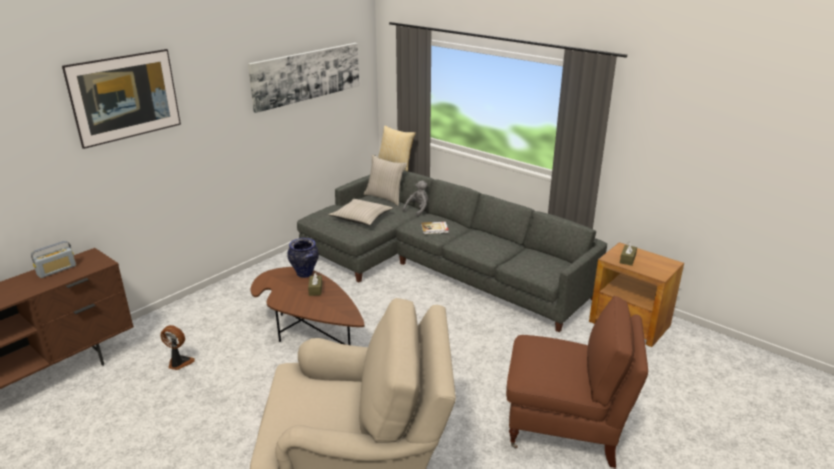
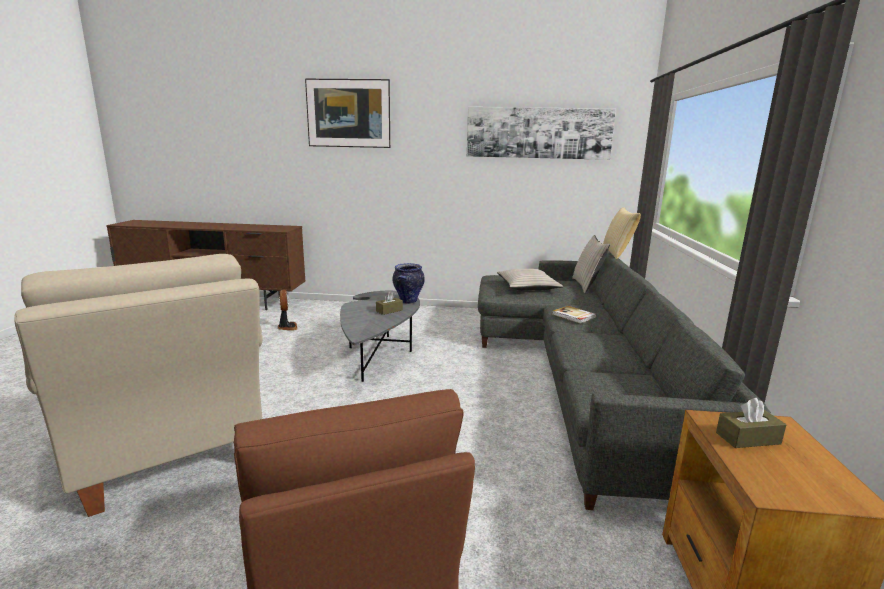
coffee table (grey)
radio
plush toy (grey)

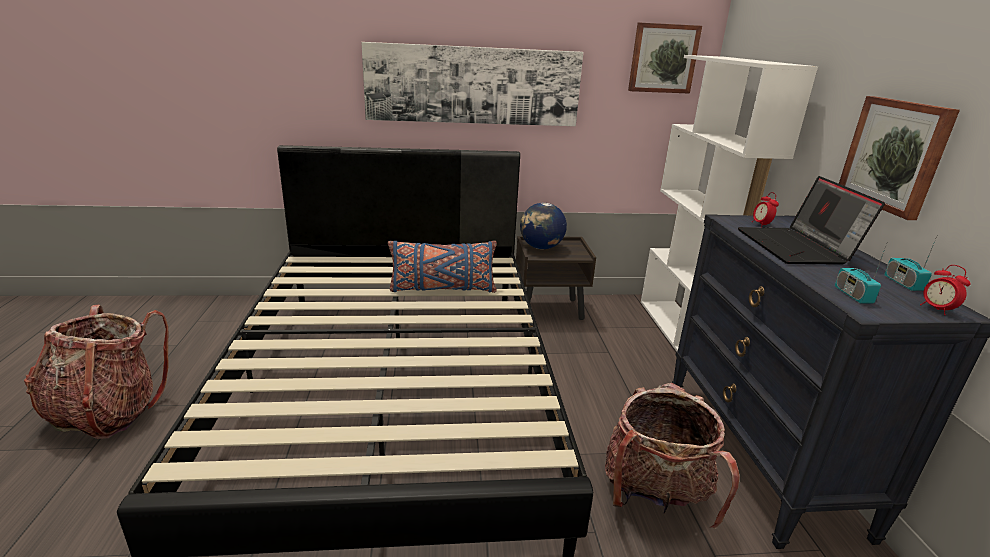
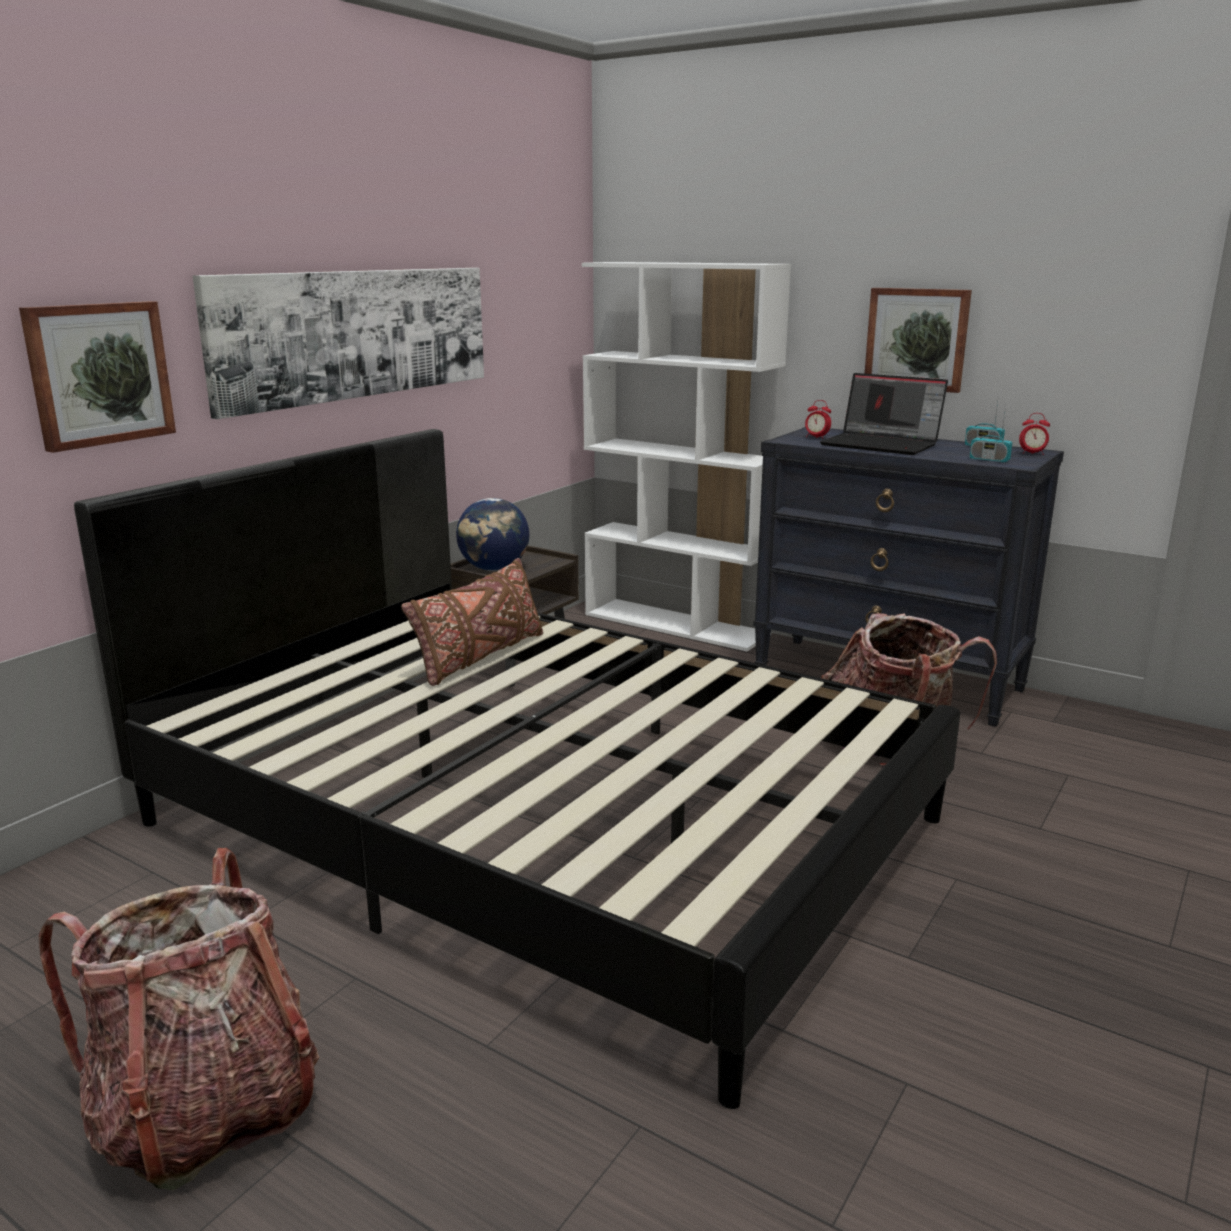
picture (no. 1 from left)
pillow (brown)

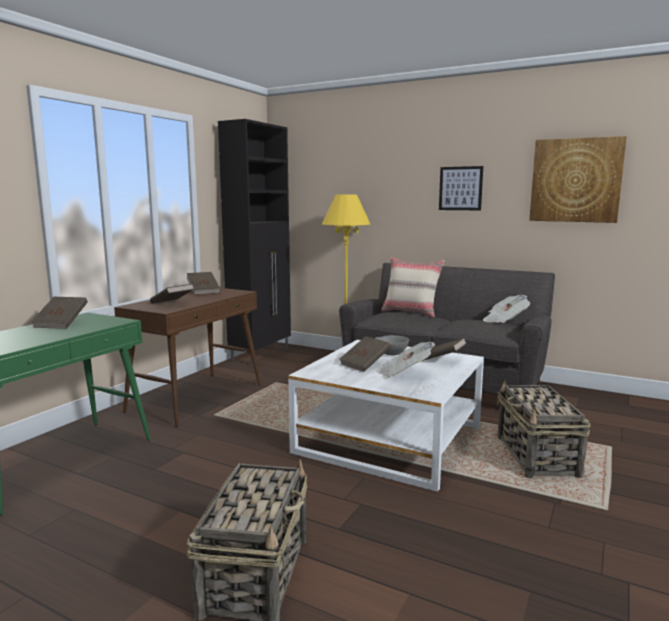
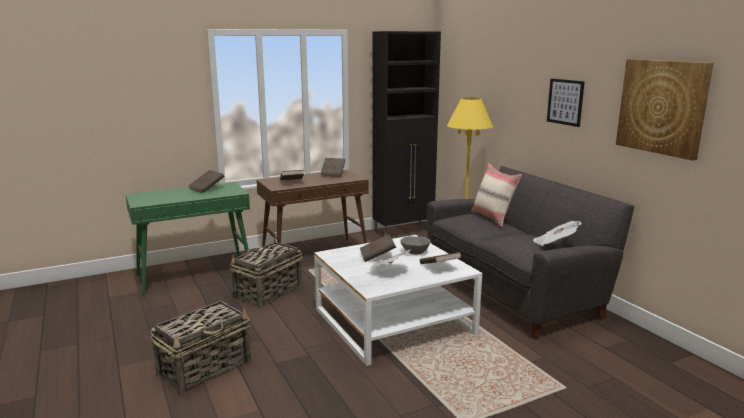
basket (no. 2 from left)

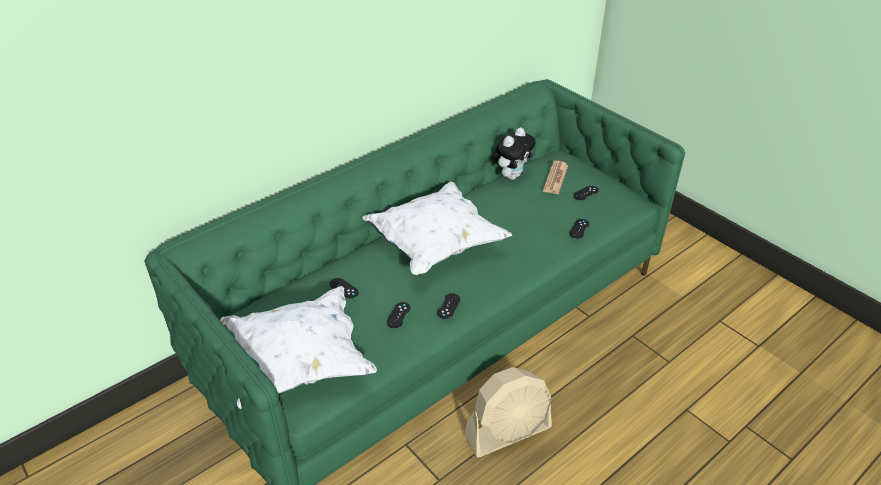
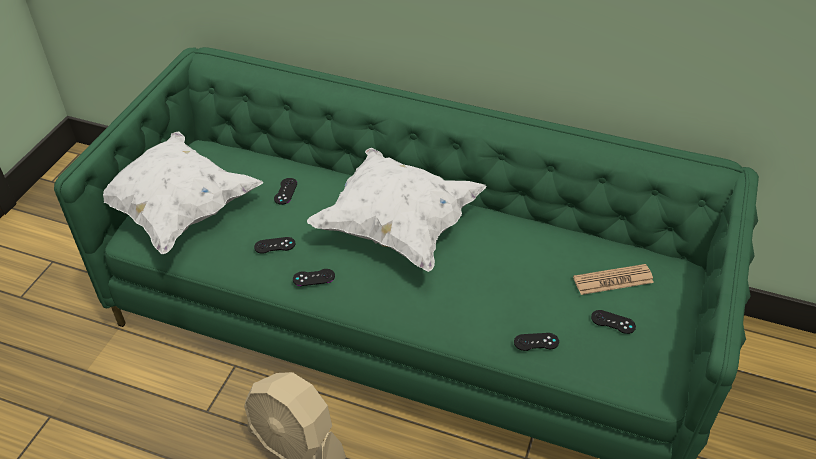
plush toy

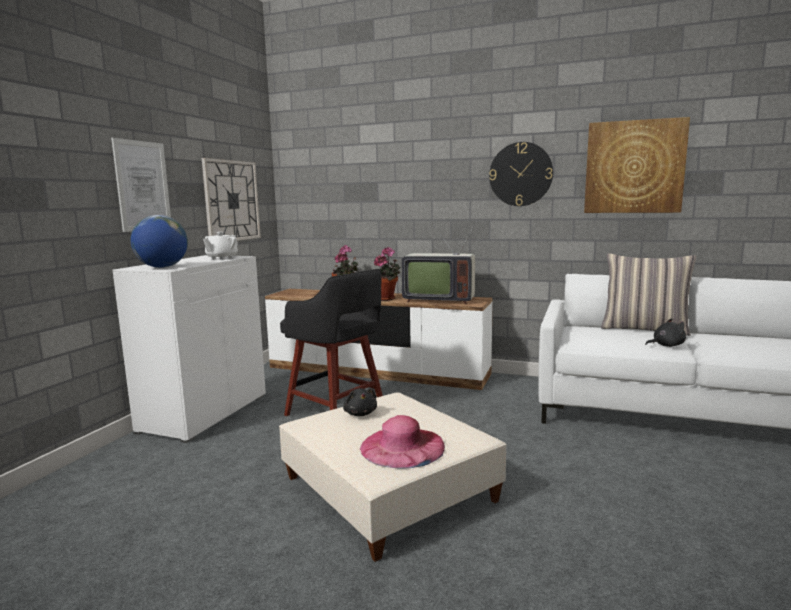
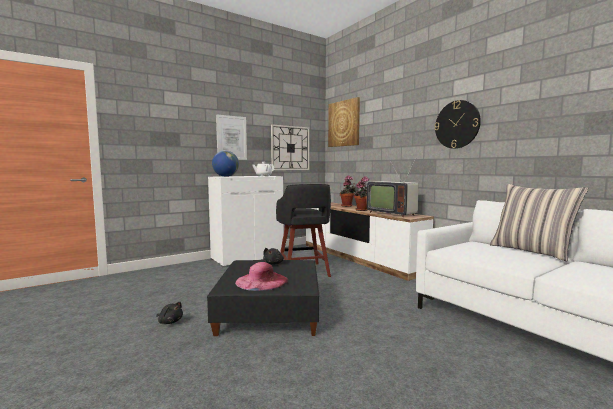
plush toy (black) (no. 1 from left)
ottoman (black)
picture (no. 2 from left)

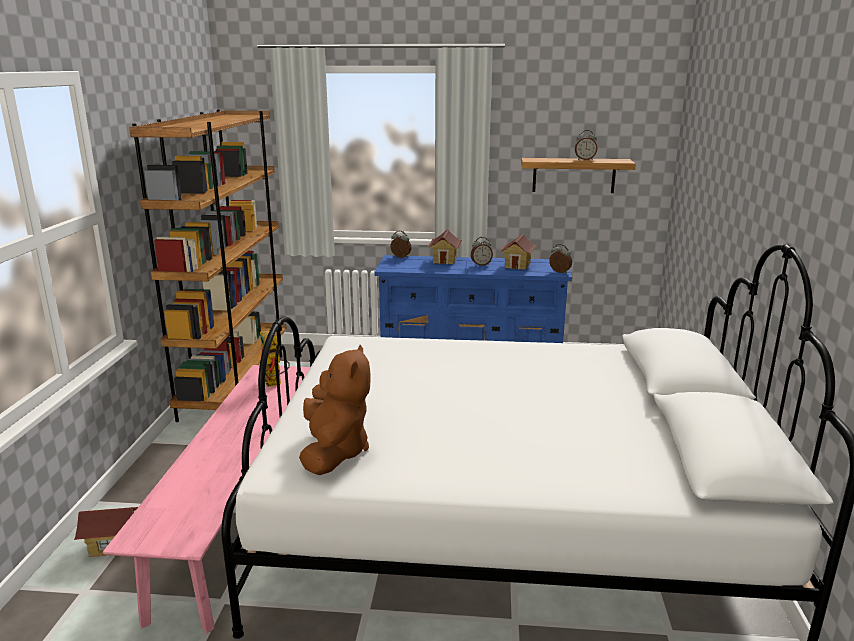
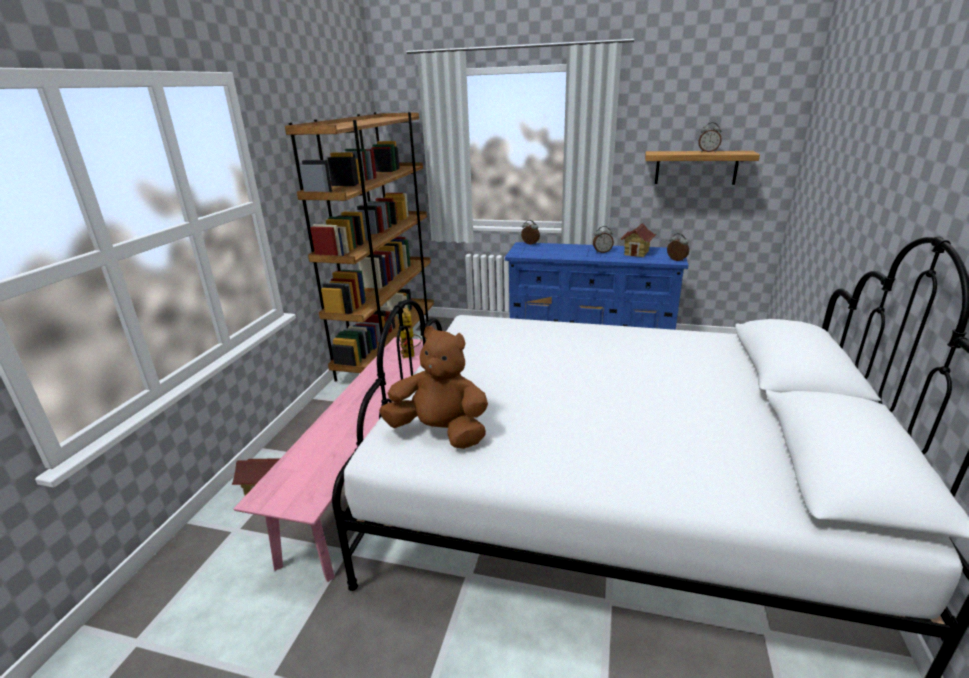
plush toy (brown)
toy house (no. 2 from left in the first image)

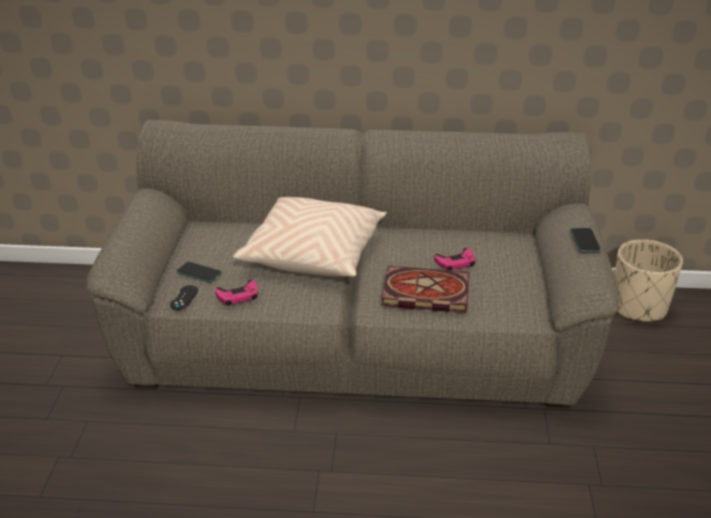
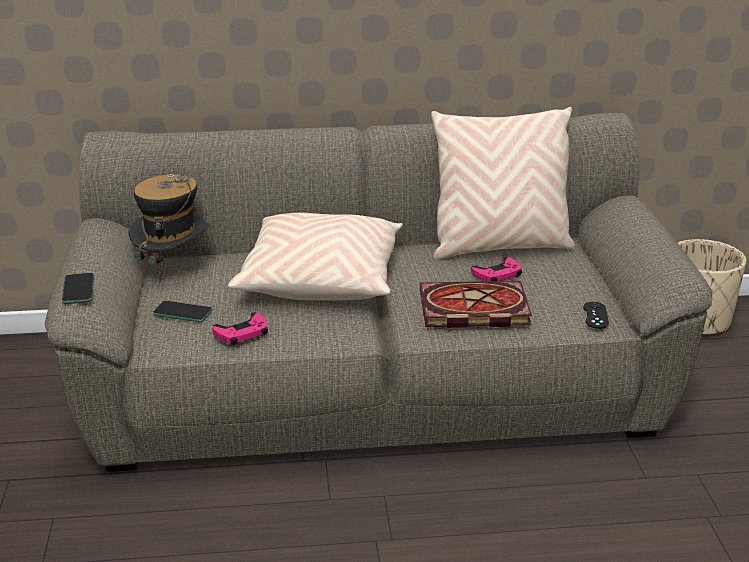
phone (no. 1 from left)
hat
pillow (beige) (no. 2 from left)
game controller (black)

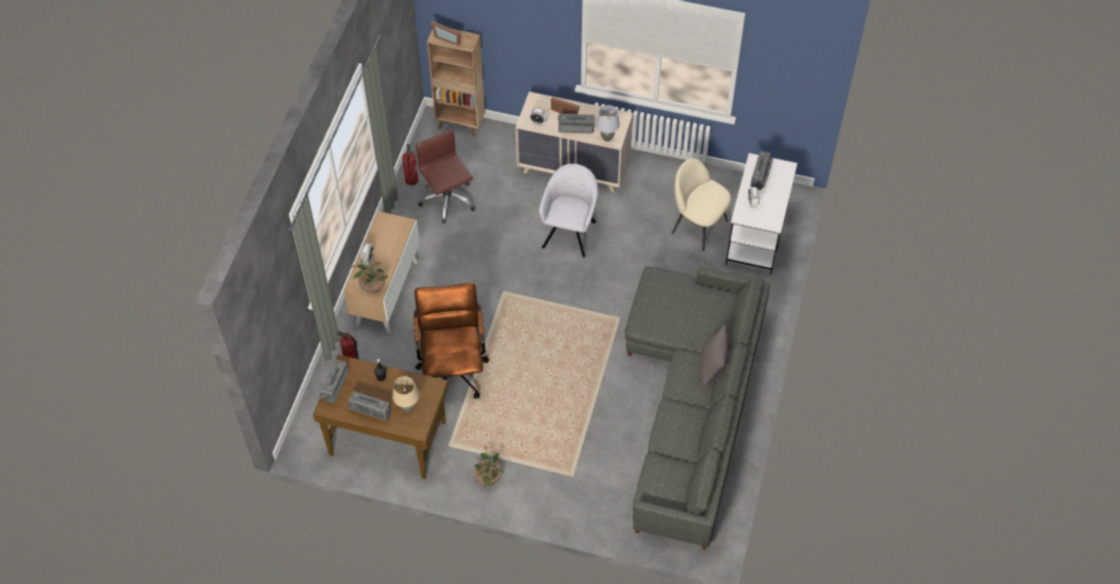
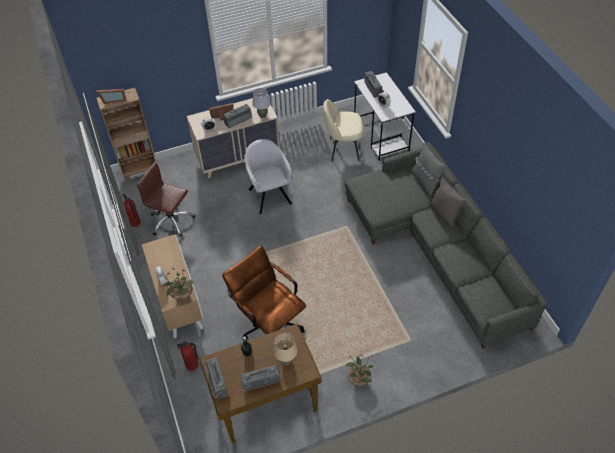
pillow (grey) (no. 1 from left)

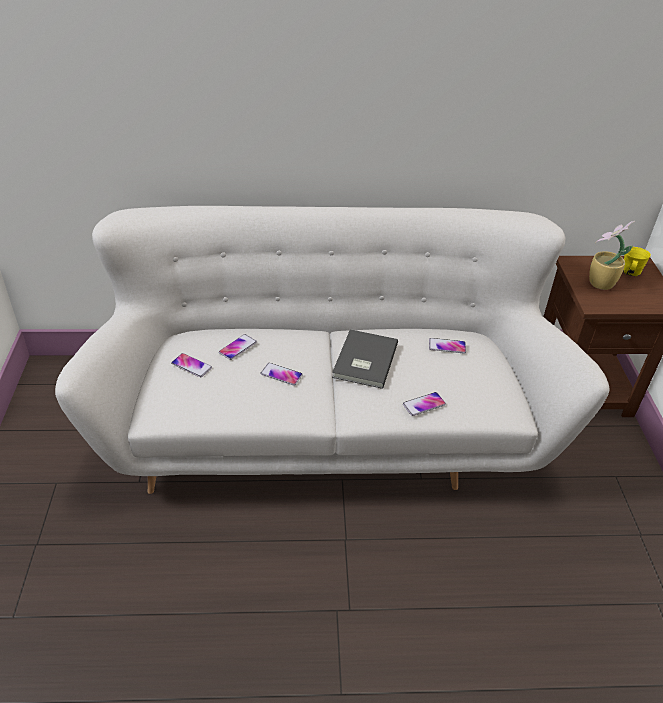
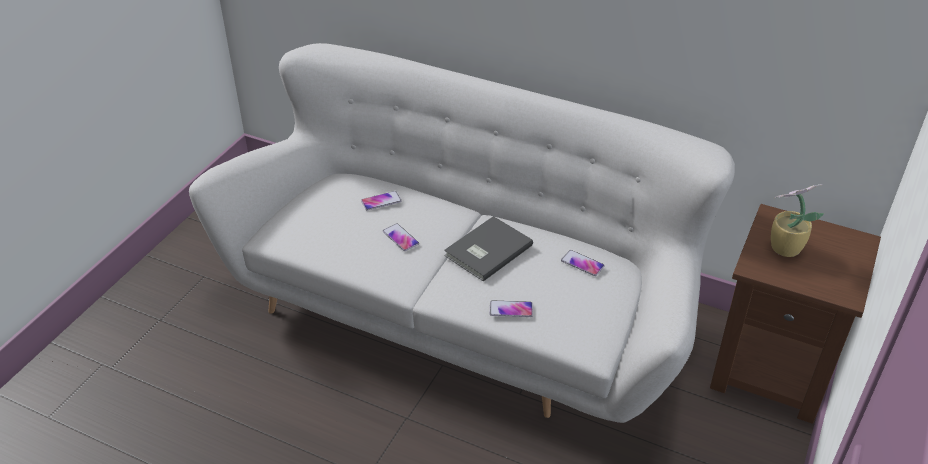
phone (no. 1 from left in the first image)
mug (yellow)

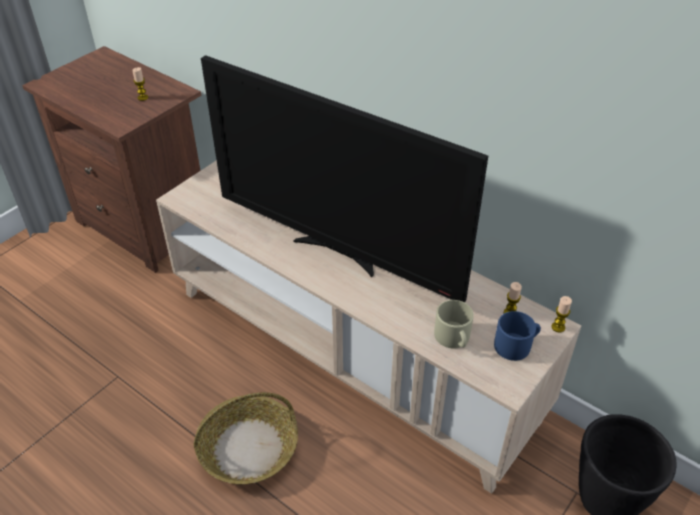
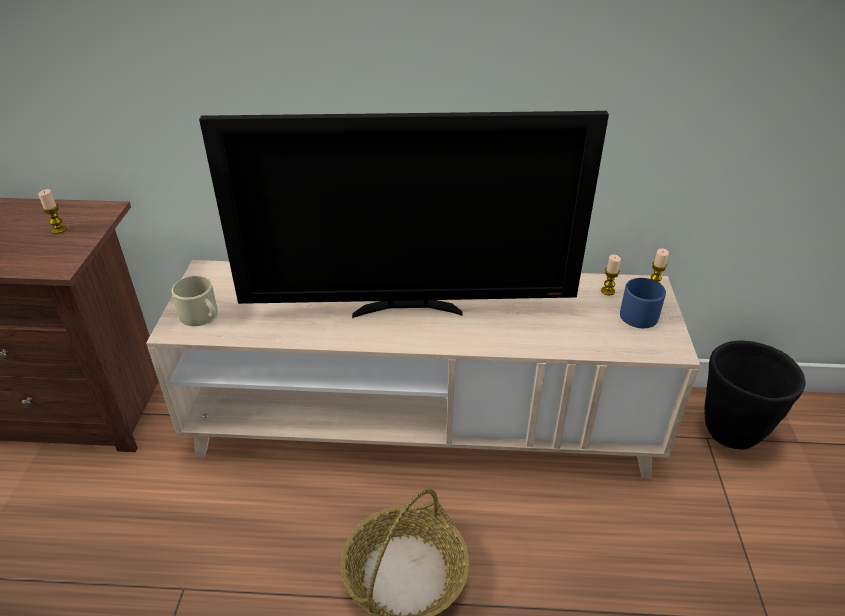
mug (beige)

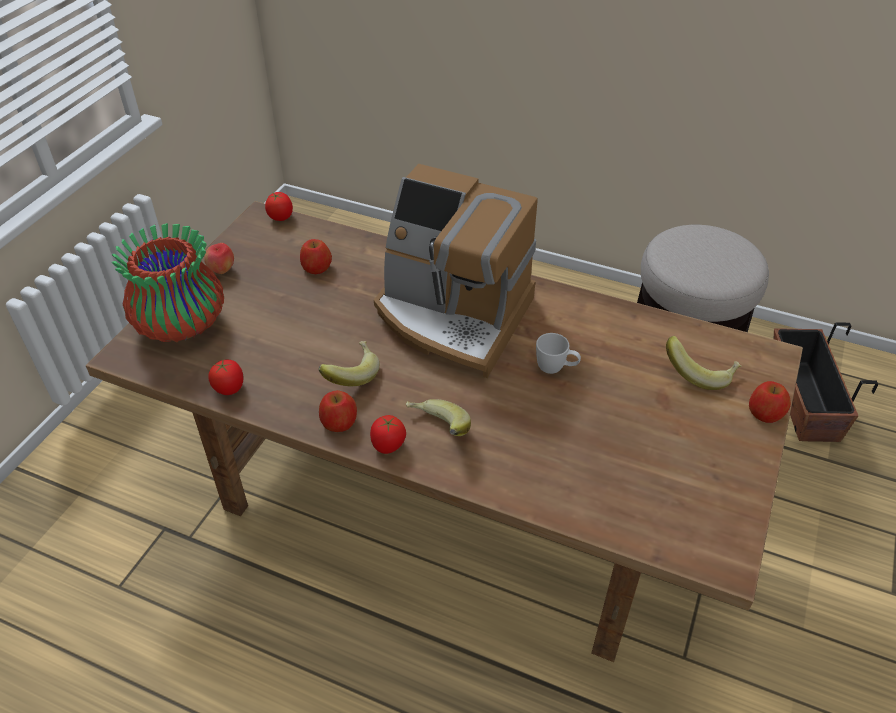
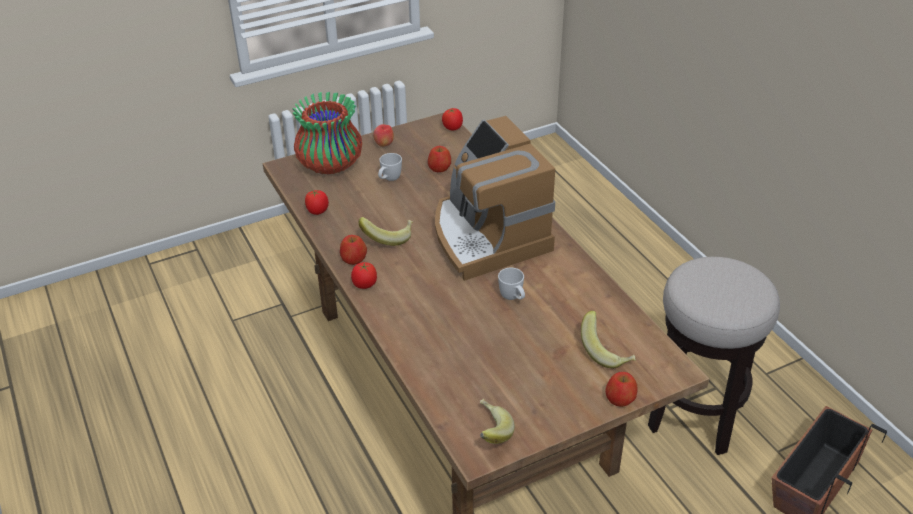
mug (white) (no. 1 from left)
banana (no. 2 from left)

